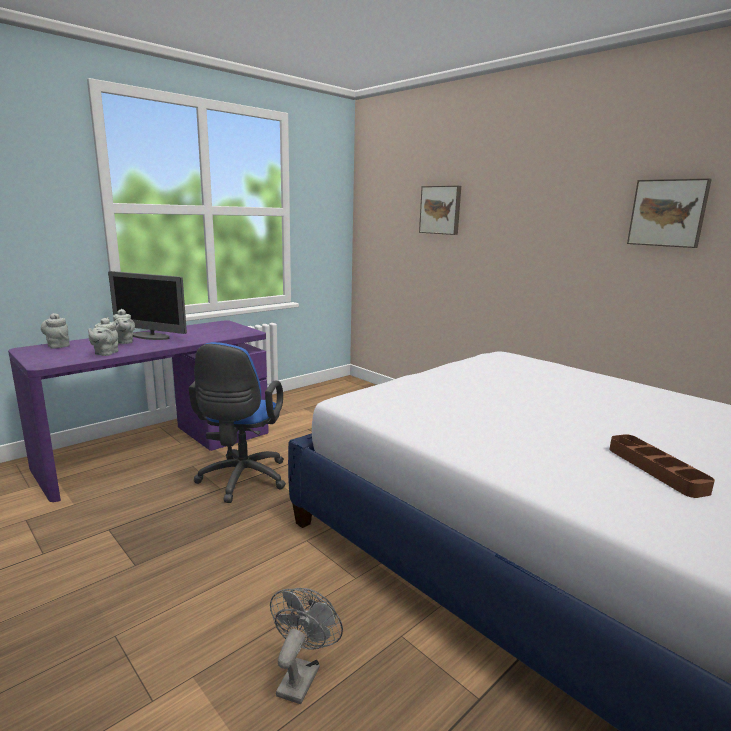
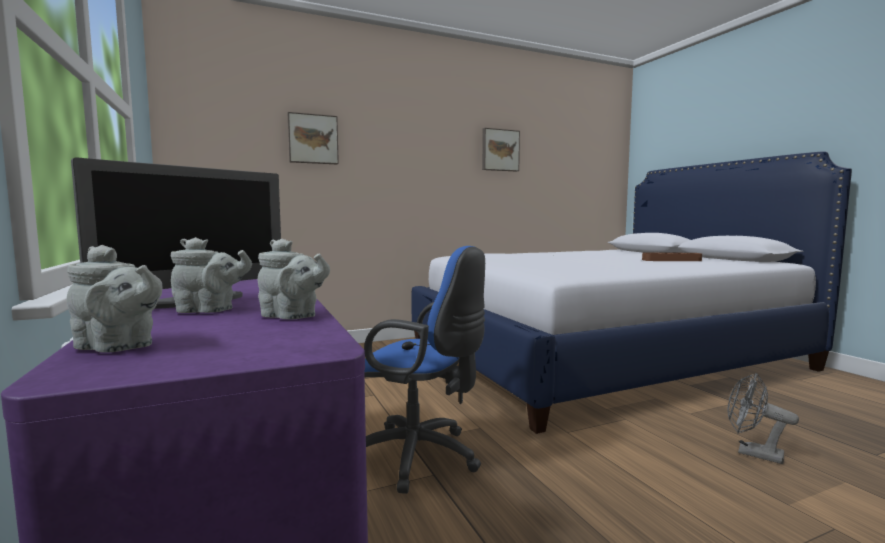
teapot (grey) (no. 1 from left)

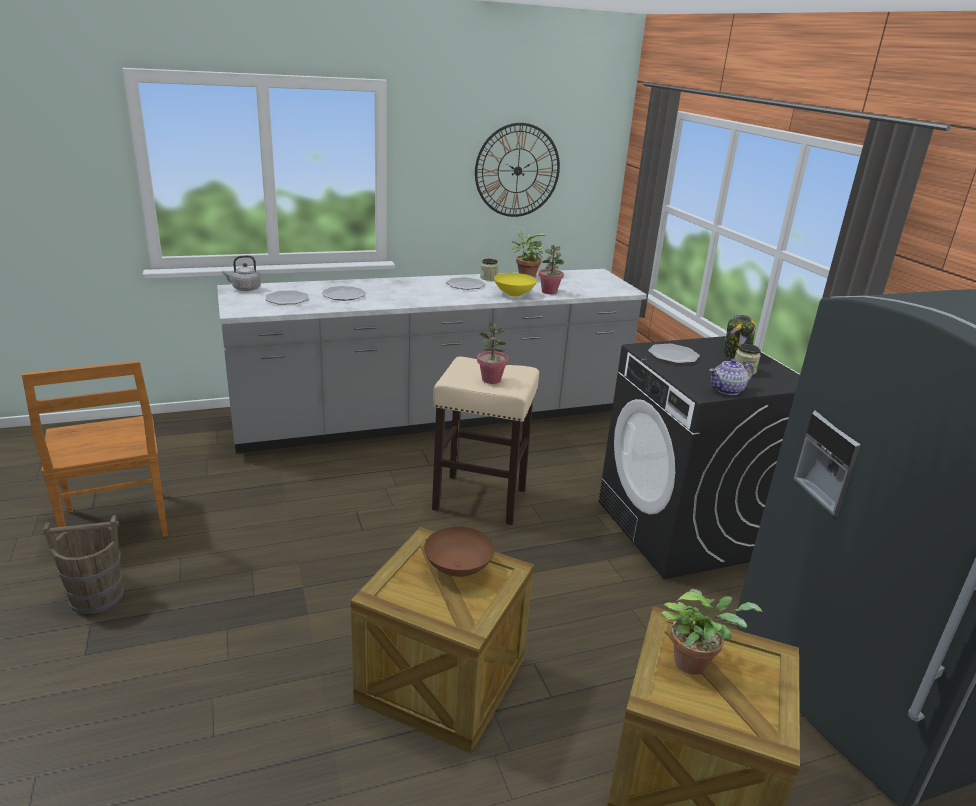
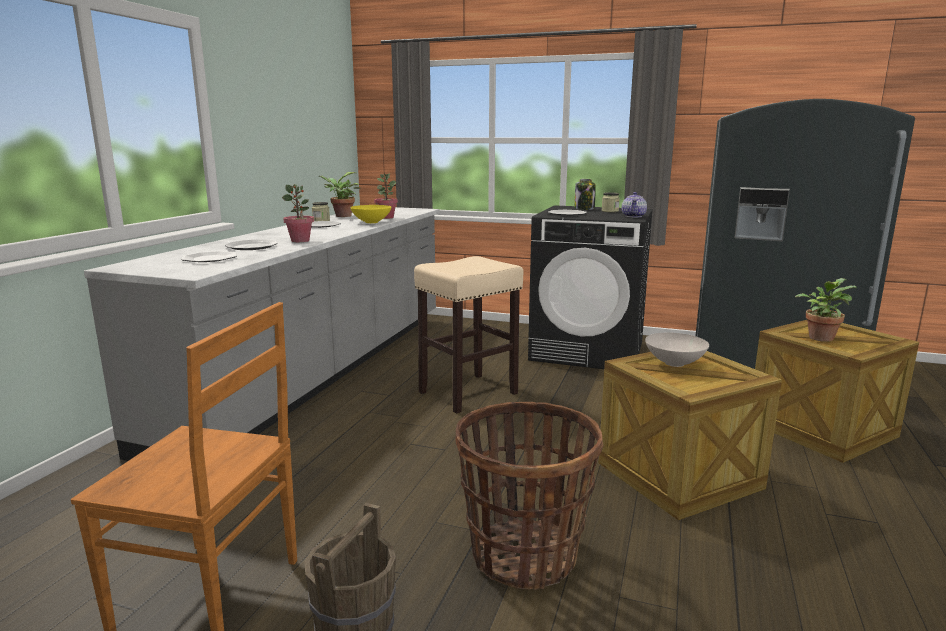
potted plant (no. 1 from left)
basket
bowl (white)
kettle (grey)
wall clock

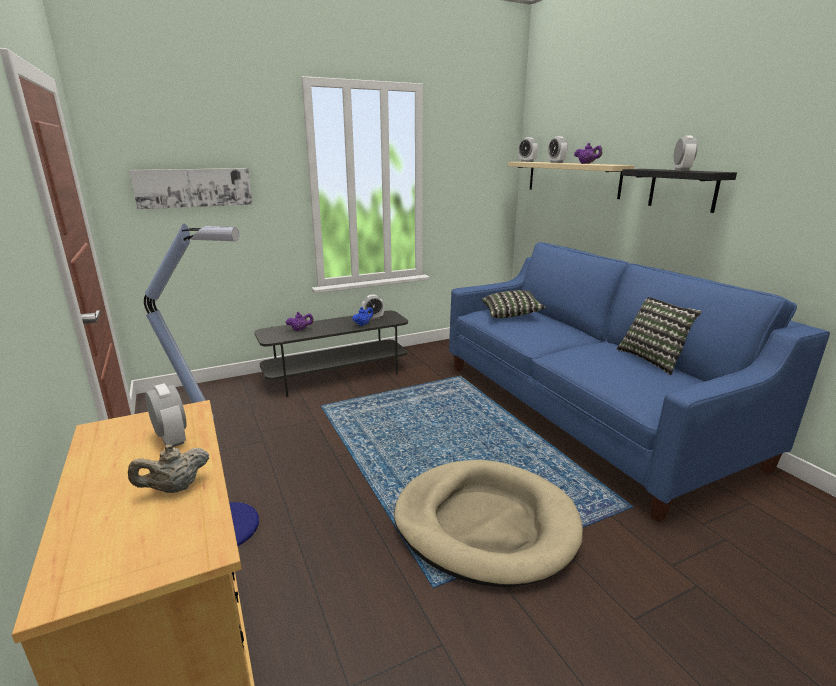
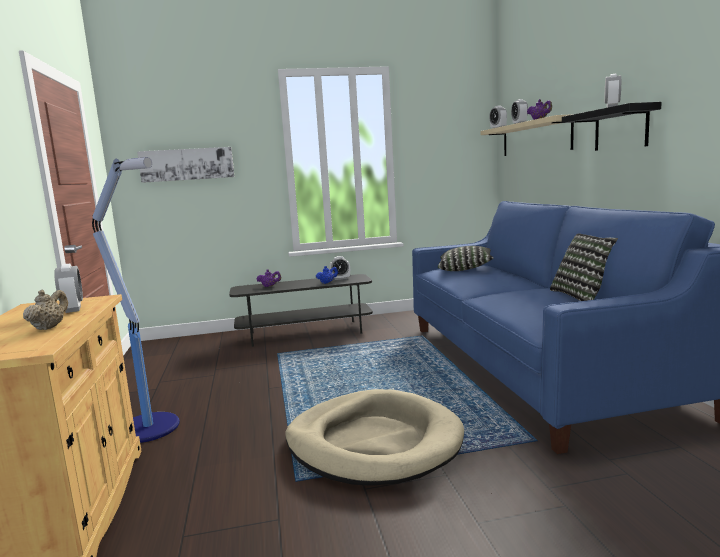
teapot (beige)

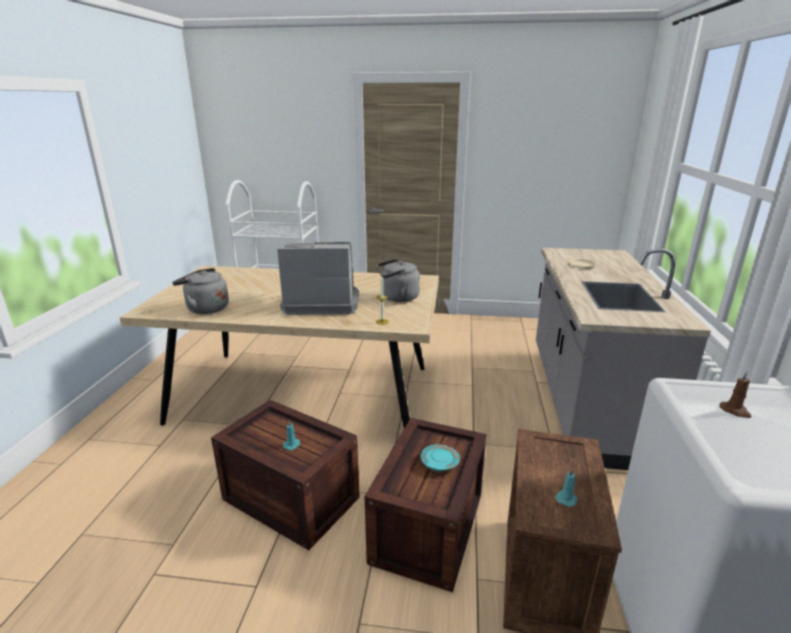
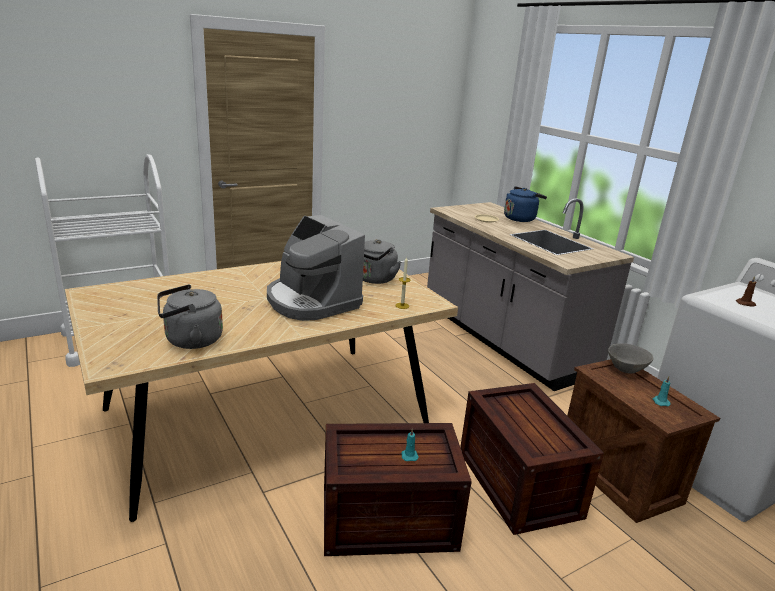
coffee machine
kettle (blue)
bowl (grey)
plate (turquoise)

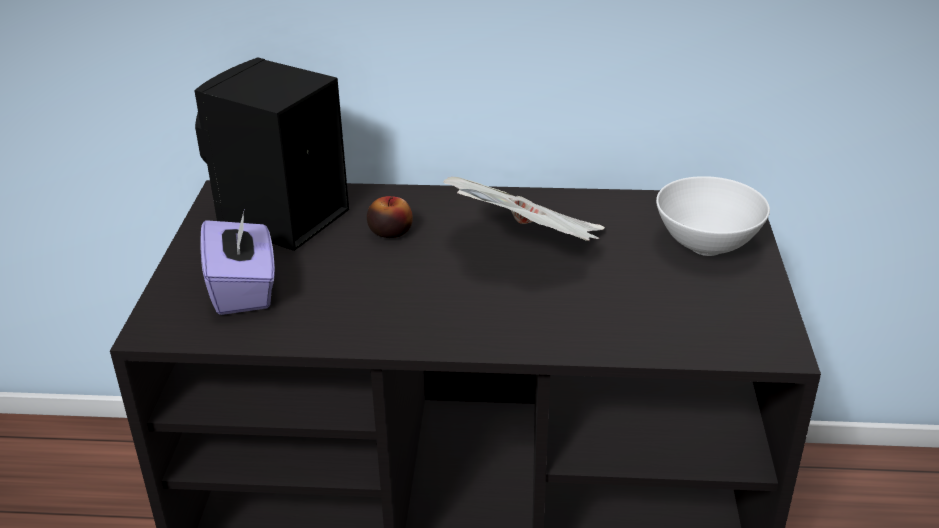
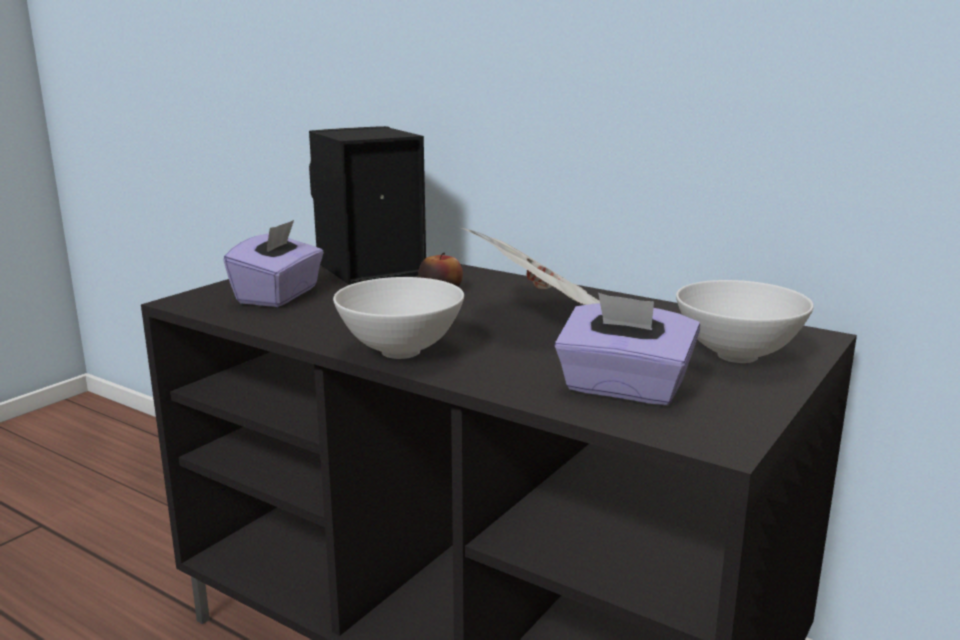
bowl (white) (no. 1 from left)
tissue box (purple) (no. 2 from left)

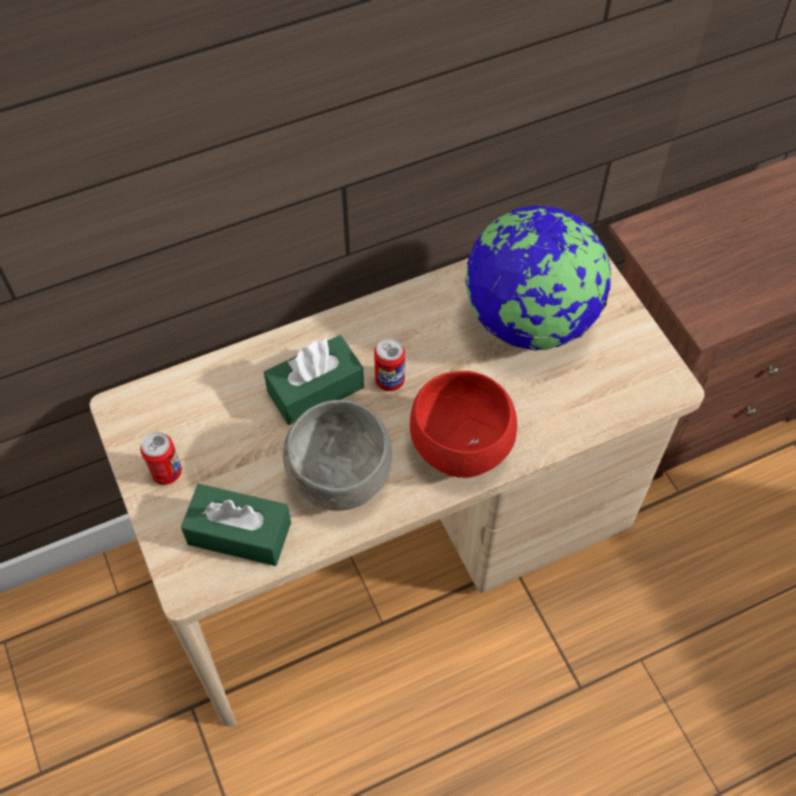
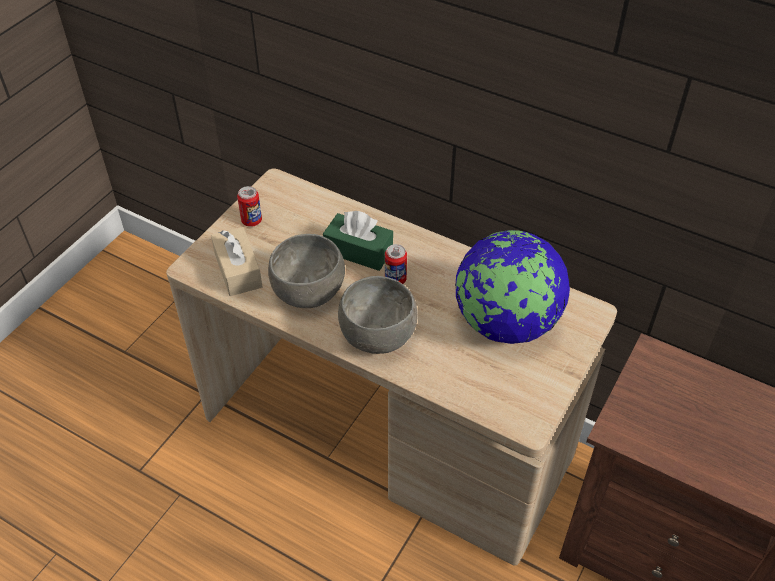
tissue box (beige)
bowl (grey) (no. 2 from left)

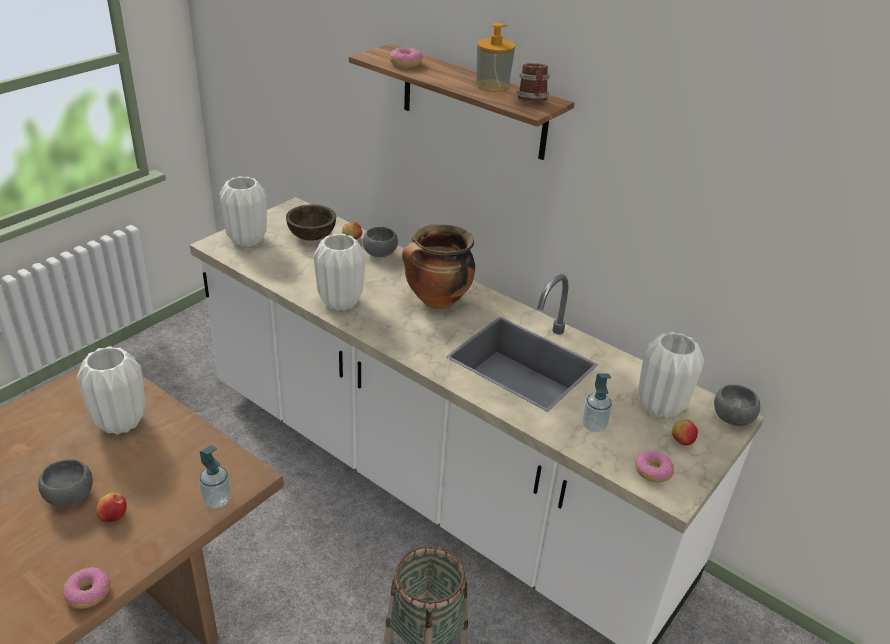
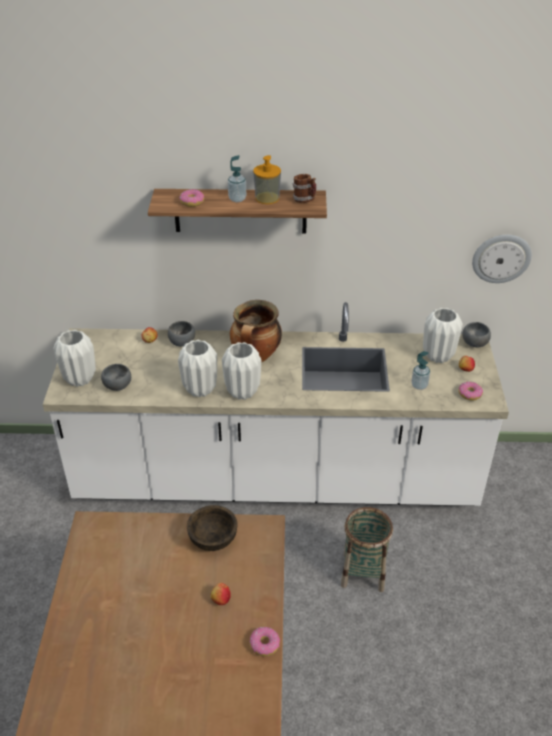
bowl (grey) (no. 1 from left)
bowl (brown)
vase (white) (no. 3 from left)
soap dispenser (no. 1 from left)
wall clock

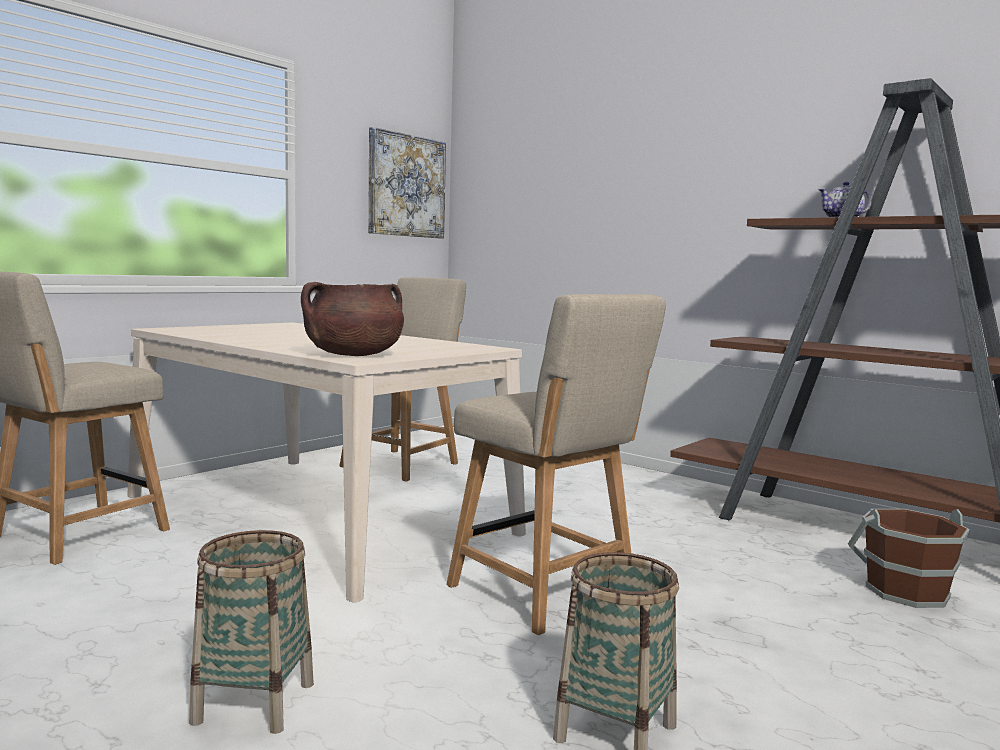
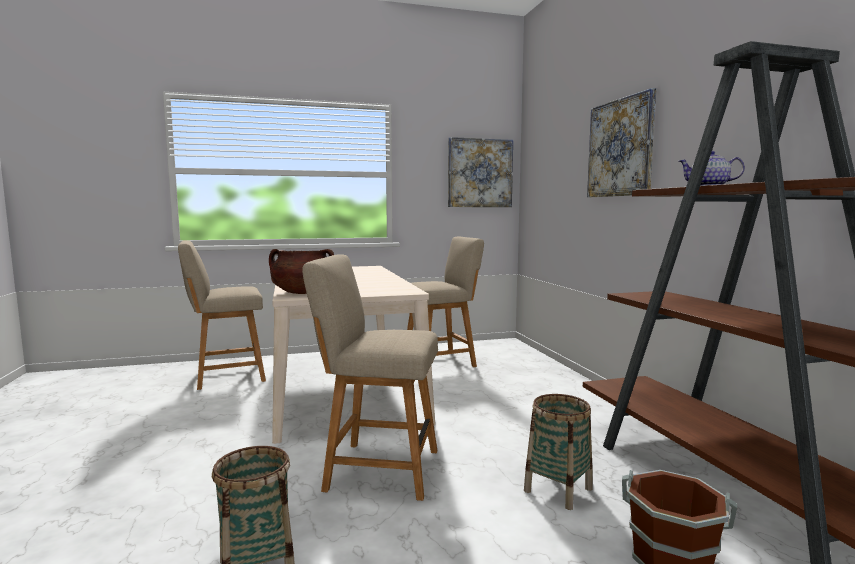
chair (beige) (no. 2 from left)
basket (no. 2 from left)
picture (no. 2 from left)

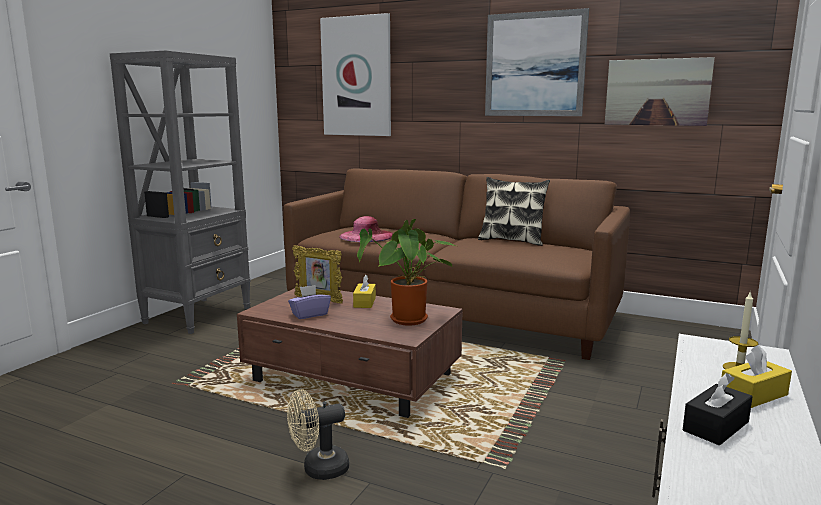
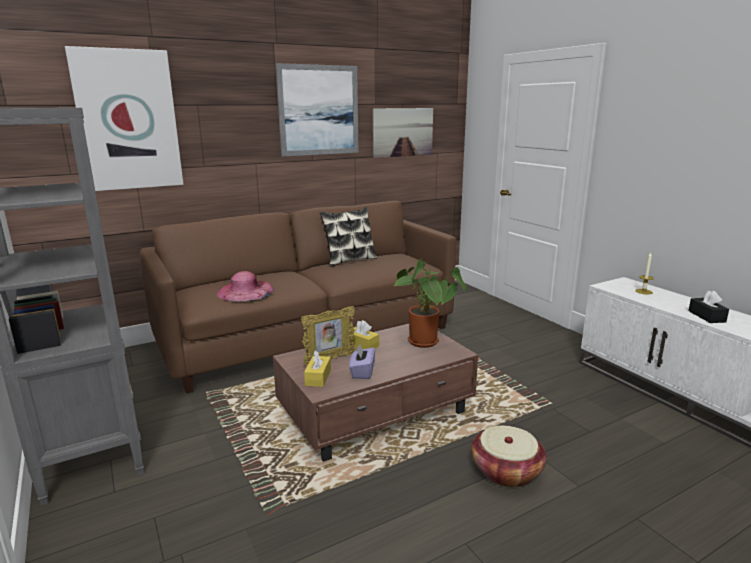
tissue box (yellow) (no. 1 from left)
basket

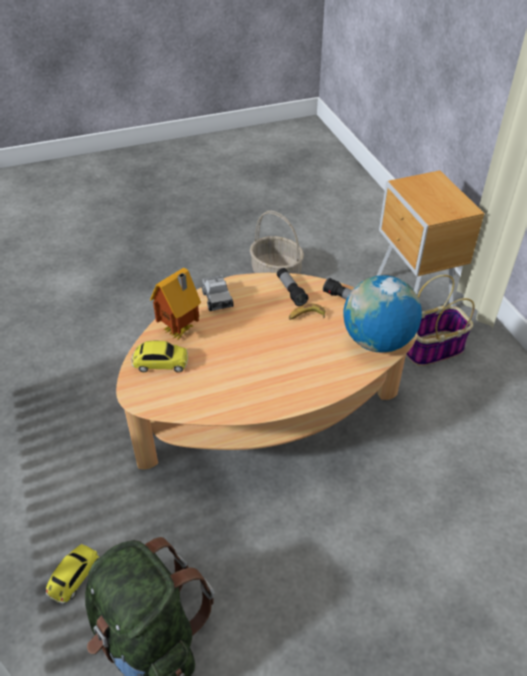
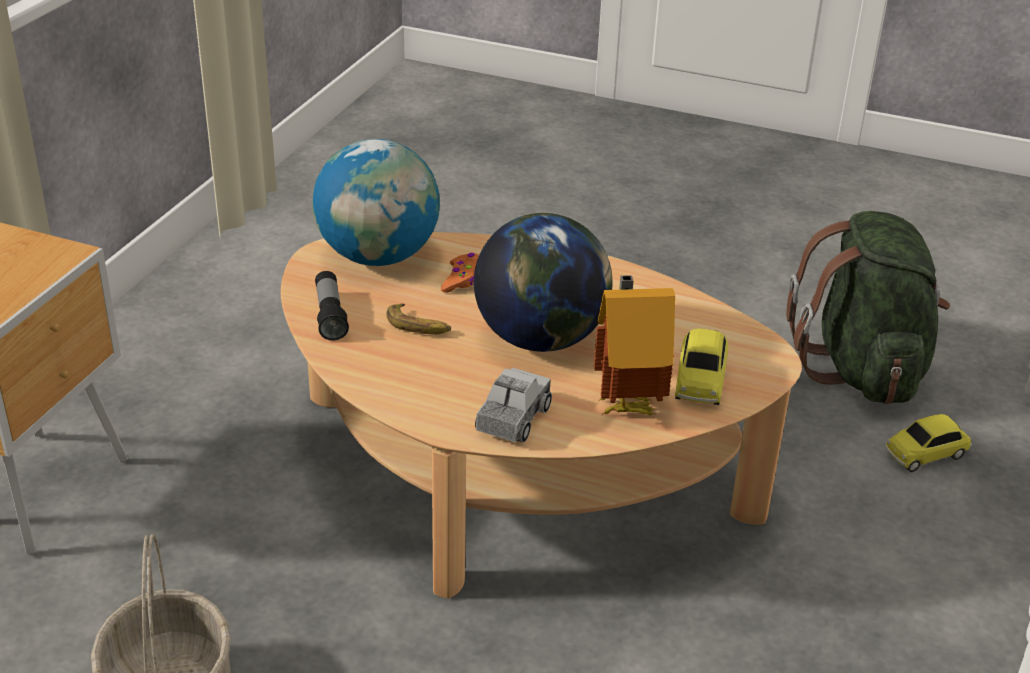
game controller (orange)
globe (no. 2 from left)
toy car (no. 1 from left)
flashlight (no. 1 from left in the first image)
basket (no. 2 from left in the first image)

